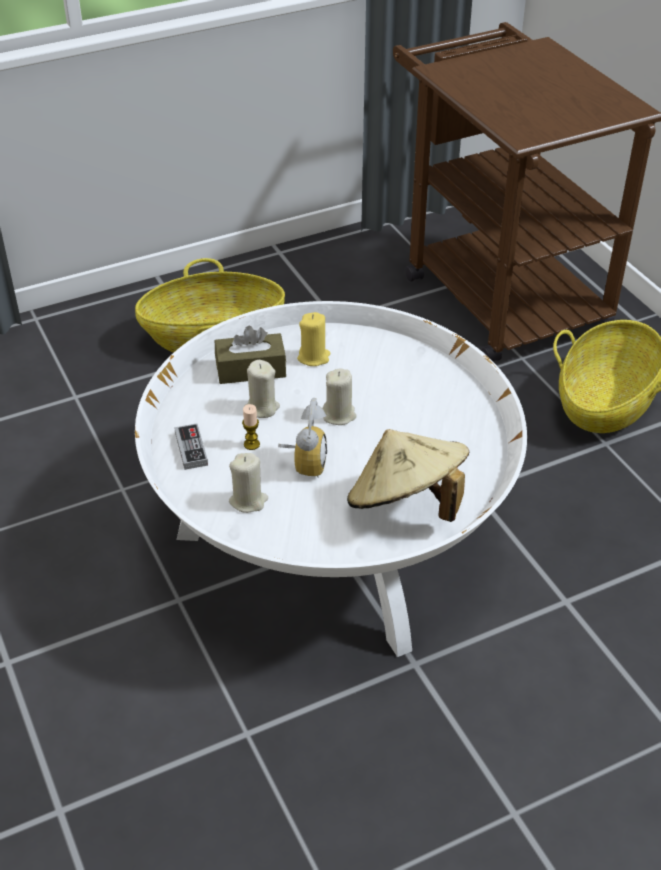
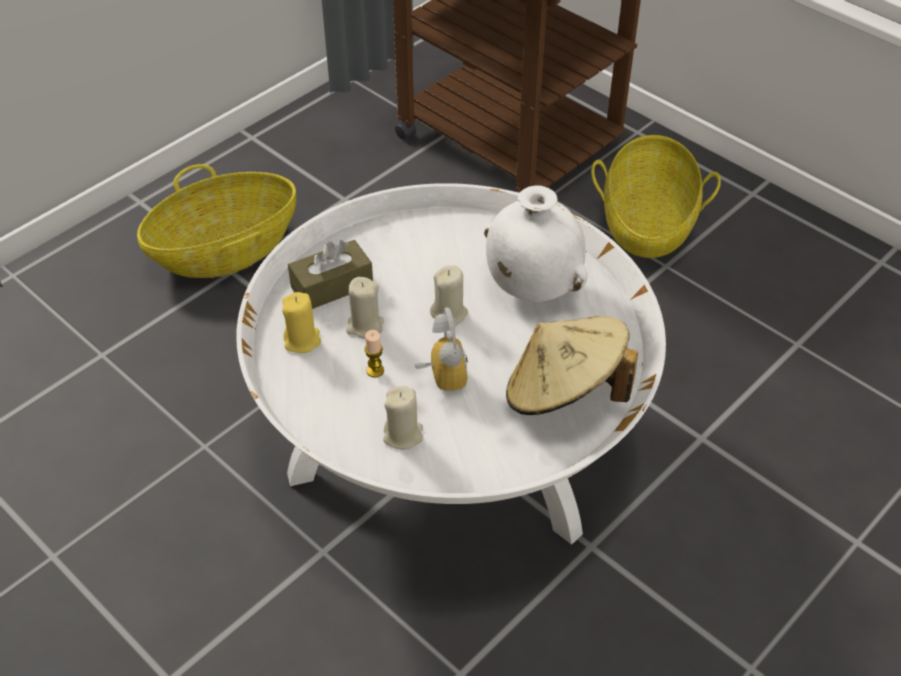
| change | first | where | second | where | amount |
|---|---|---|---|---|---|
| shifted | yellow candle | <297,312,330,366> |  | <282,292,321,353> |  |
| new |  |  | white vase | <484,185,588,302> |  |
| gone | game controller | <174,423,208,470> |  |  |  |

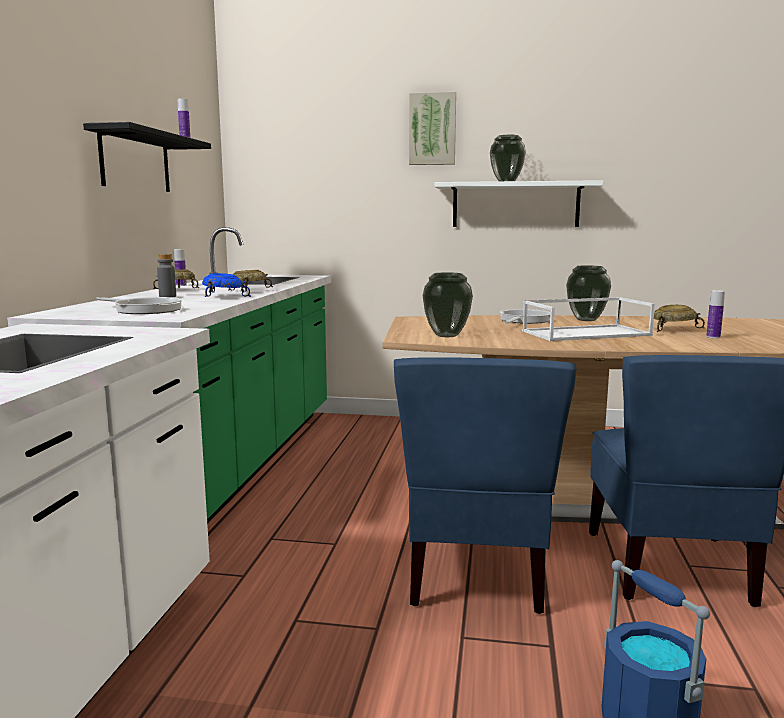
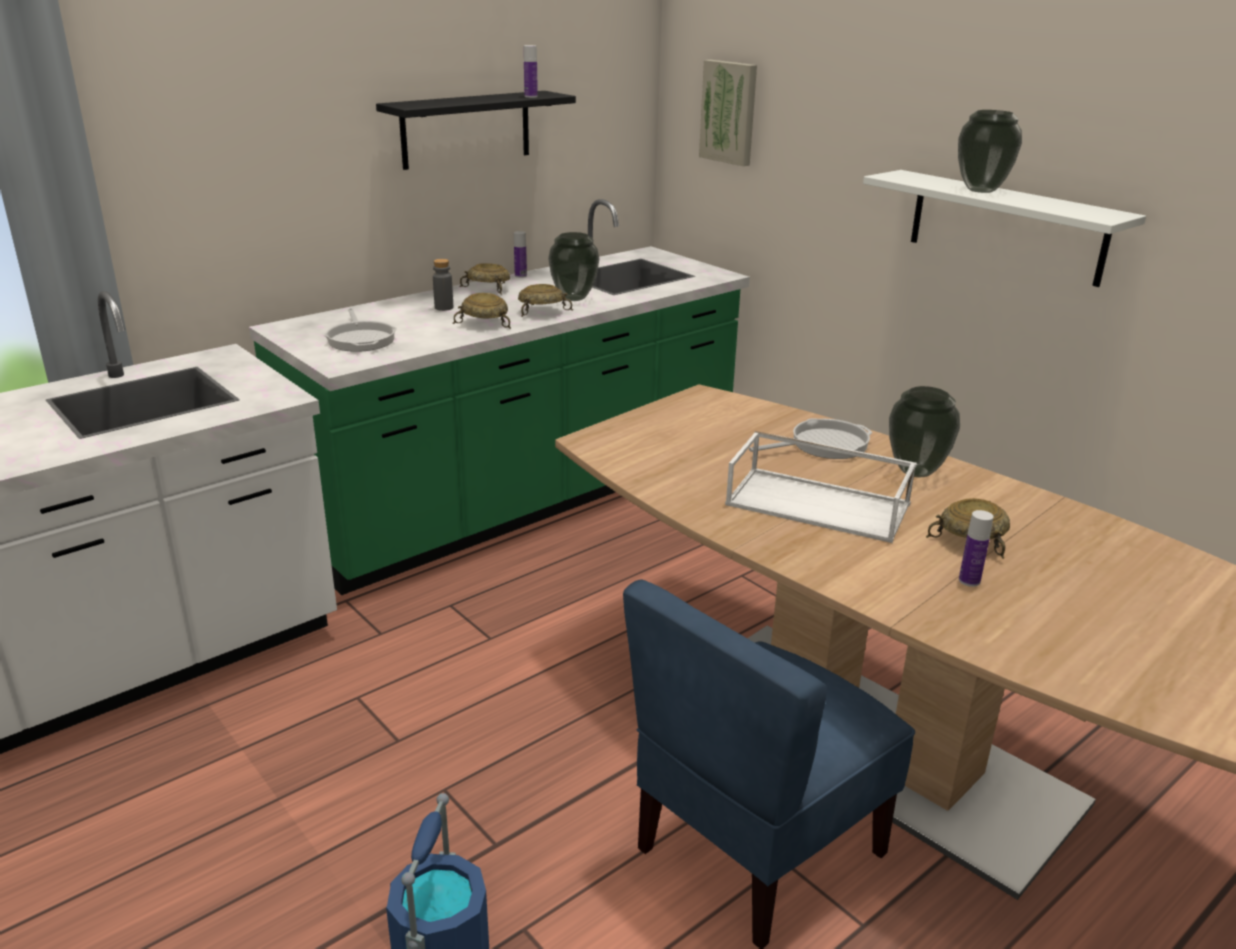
| change | first | where | second | where | amount |
|---|---|---|---|---|---|
| repainted | blue bowl | <202,273,251,297> | beige bowl | <453,293,511,329> |  |
| shifted | vase | <423,273,473,337> |  | <548,232,599,301> |  |
| shifted | picture | <409,92,456,165> |  | <699,60,757,166> |  |
| gone | blue chair | <394,357,577,614> |  |  |  |

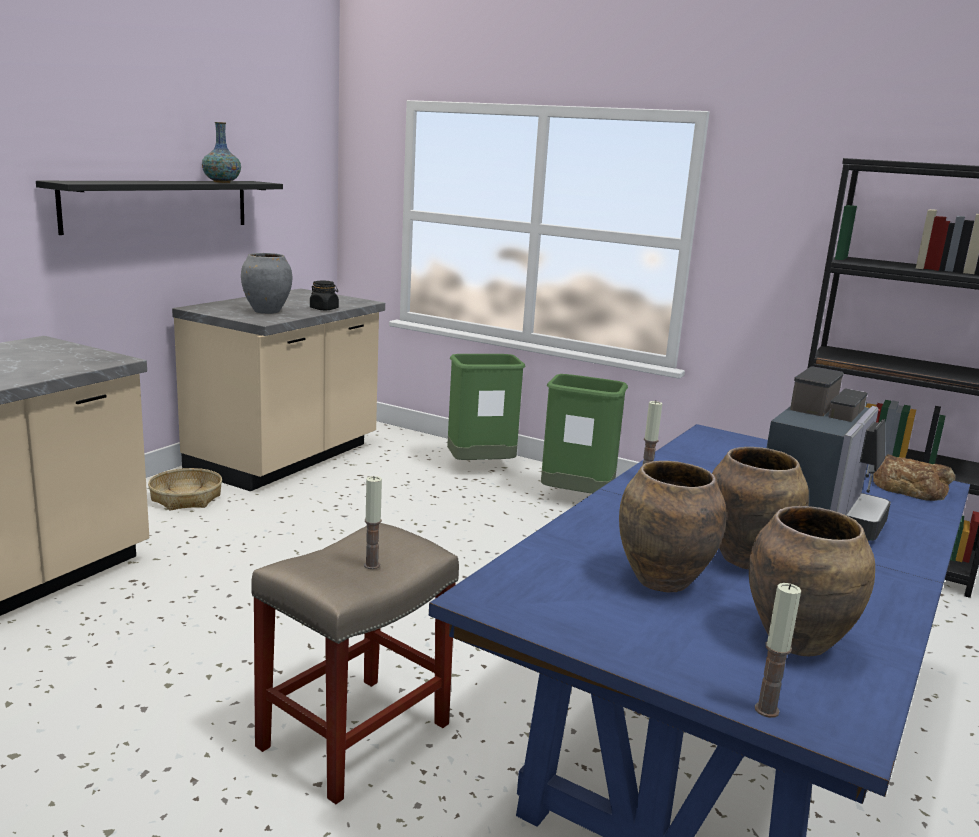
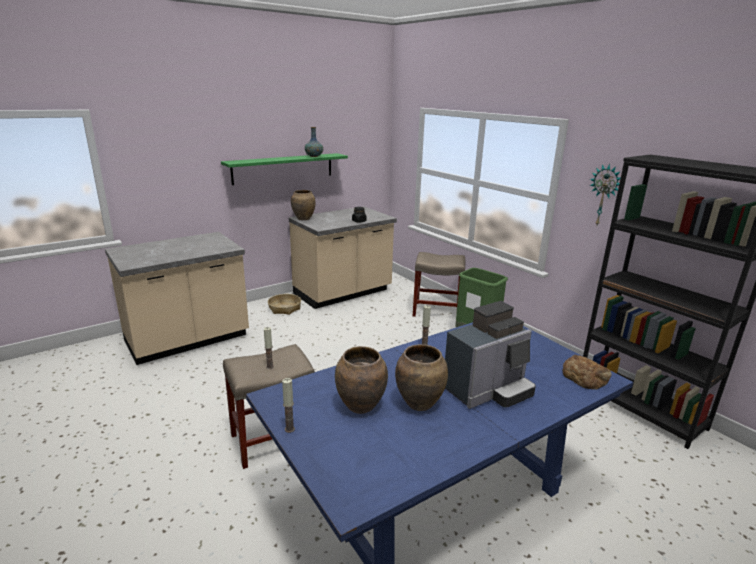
| change | first | where | second | where | amount |
|---|---|---|---|---|---|
| repainted | black shelf | <36,181,283,235> | green shelf | <221,153,348,185> |  |
| shifted | candle | <755,583,801,718> |  | <282,378,295,433> |  |
| shifted | brown vase | <749,506,875,657> |  | <291,190,316,220> |  |
| swapped | green trash can | <447,354,525,460> | beige stool | <413,252,465,317> |  |
| new |  |  | wall clock | <590,164,621,225> |  |
| gone | grey vase | <241,253,292,314> |  |  |  |

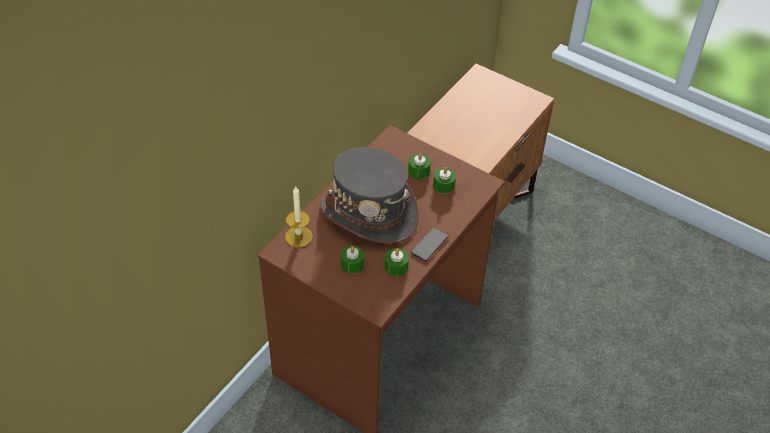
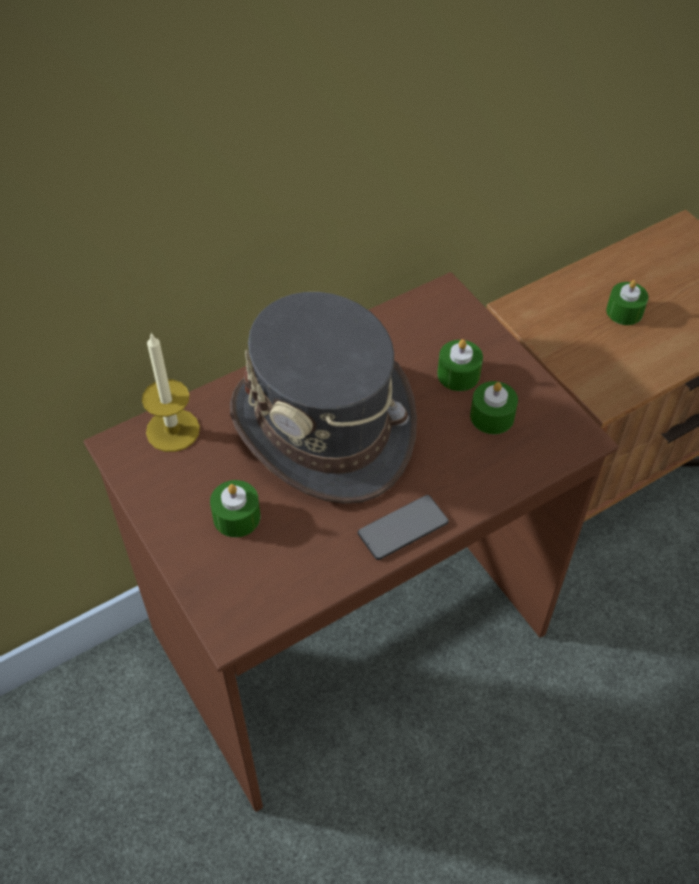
| change | first | where | second | where | amount |
|---|---|---|---|---|---|
| shifted | green candle | <385,248,409,276> |  | <606,280,648,325> |  |

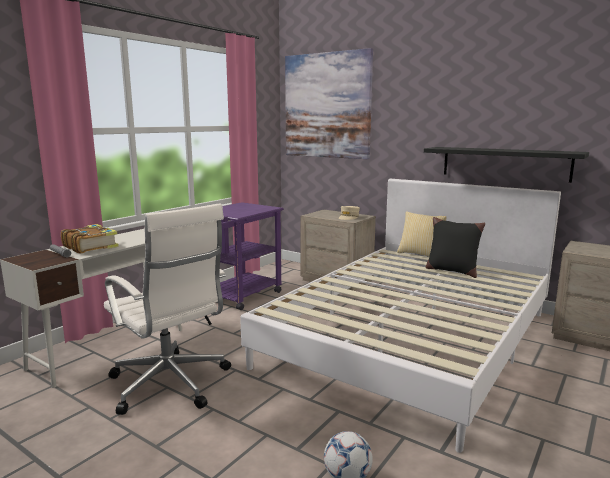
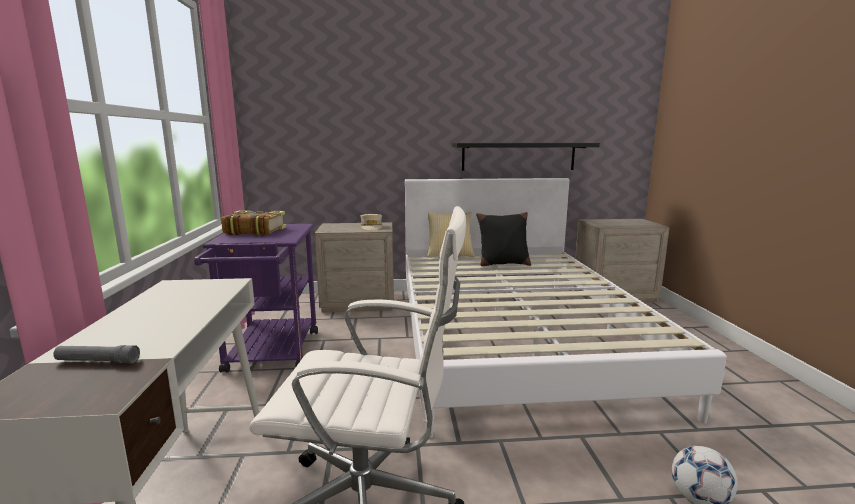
| change | first | where | second | where | amount |
|---|---|---|---|---|---|
| shifted | book | <61,224,119,254> |  | <221,210,286,235> |  |
| gone | picture | <285,48,373,159> |  |  |  |

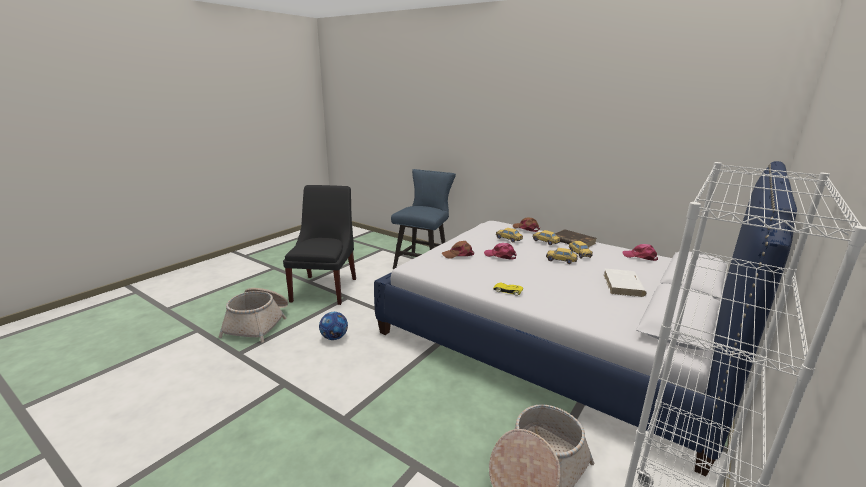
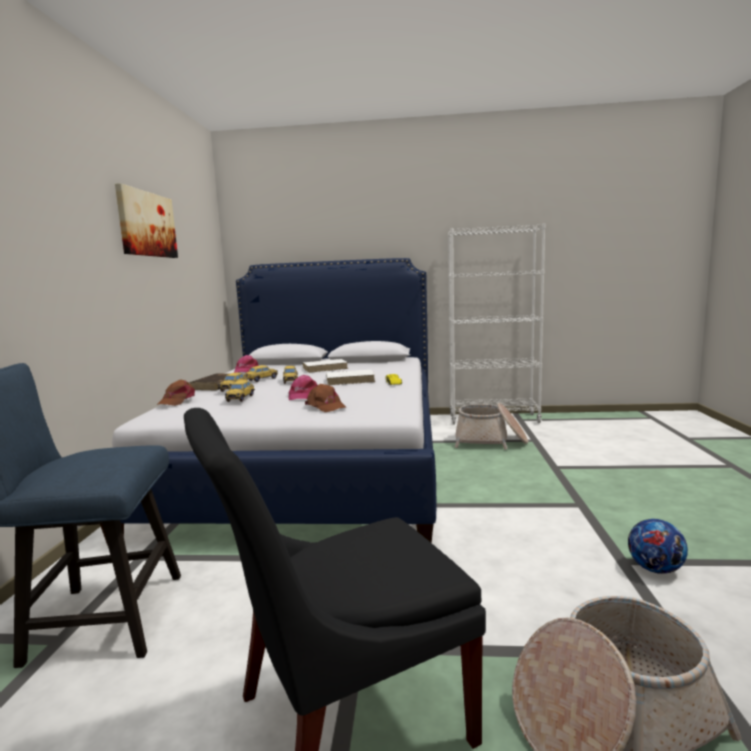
| change | first | where | second | where | amount |
|---|---|---|---|---|---|
| new |  |  | picture | <115,183,178,258> |  |
| new |  |  | white book | <326,370,375,385> |  |
| shifted | football | <319,312,348,340> |  | <628,519,688,574> |  |

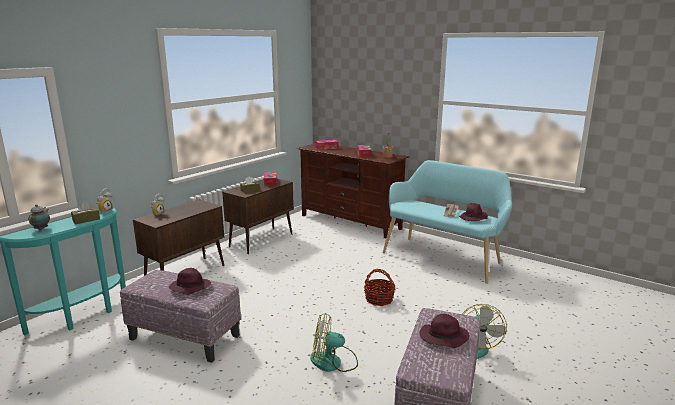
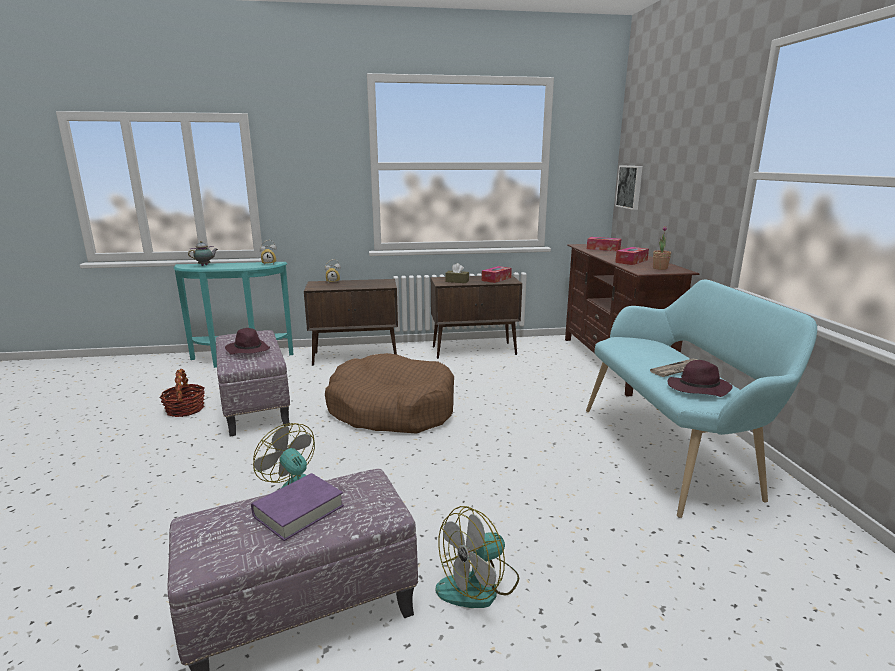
| change | first | where | second | where | amount |
|---|---|---|---|---|---|
| shifted | basket | <364,269,395,306> |  | <159,369,205,417> |  |
| swapped | purple hat | <419,314,470,348> | purple book | <251,473,344,541> |  |
| new |  |  | brown dog bed | <325,353,454,434> |  |
| new |  |  | picture | <615,166,643,210> |  |
| gone | brown tissue box | <71,202,100,224> |  |  |  |

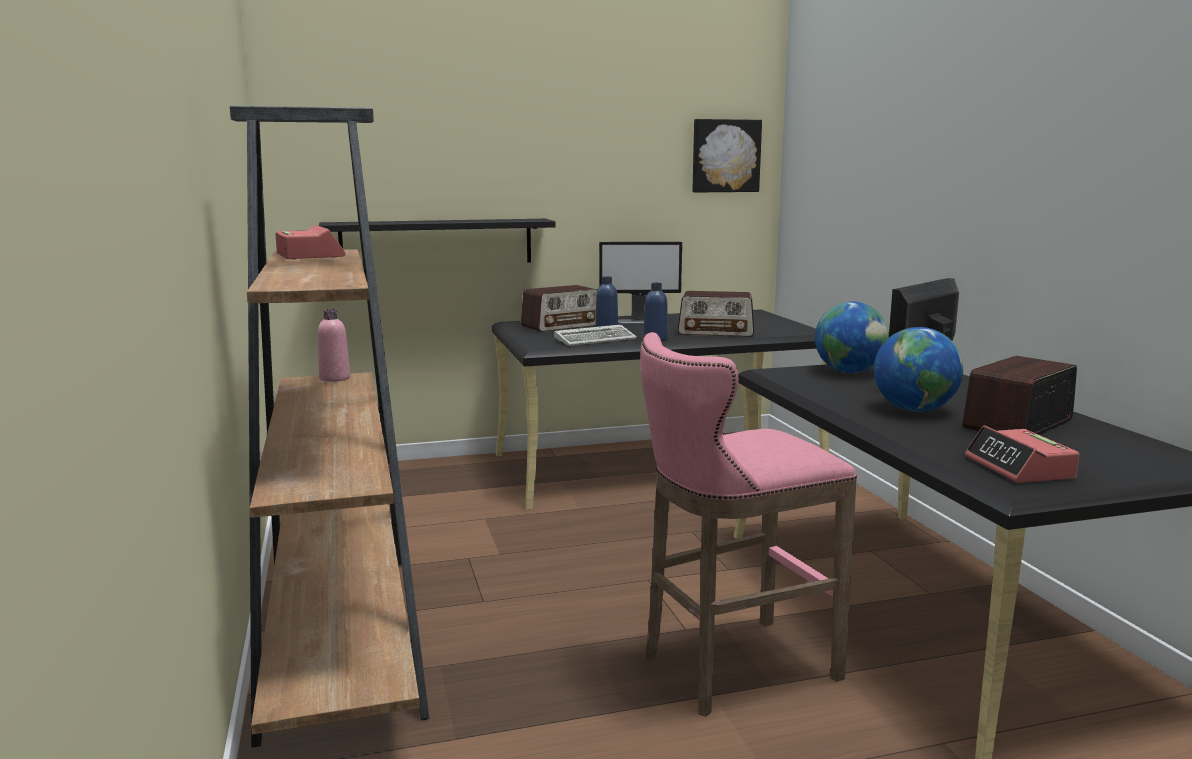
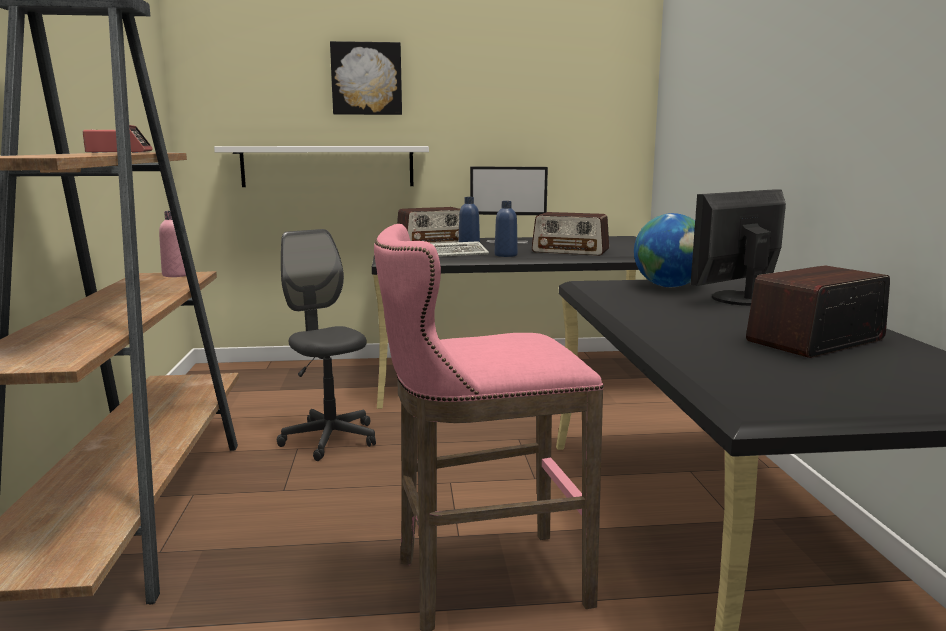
| change | first | where | second | where | amount |
|---|---|---|---|---|---|
| repainted | black shelf | <319,219,556,262> | white shelf | <214,146,429,187> |  |
| new |  |  | grey office chair | <277,229,376,461> |  |
| shifted | picture | <692,119,762,193> |  | <330,41,402,115> |  |
| gone | globe | <874,327,963,412> |  |  |  |
| gone | alarm clock | <965,425,1080,483> |  |  |  |

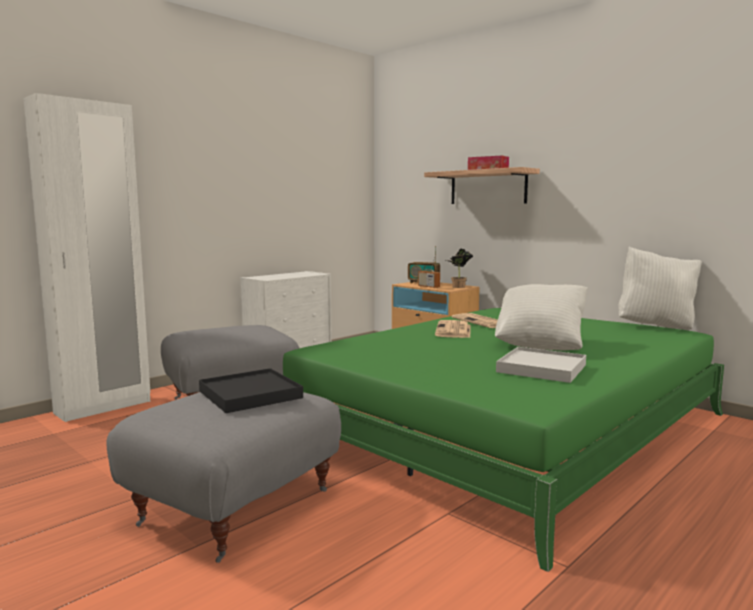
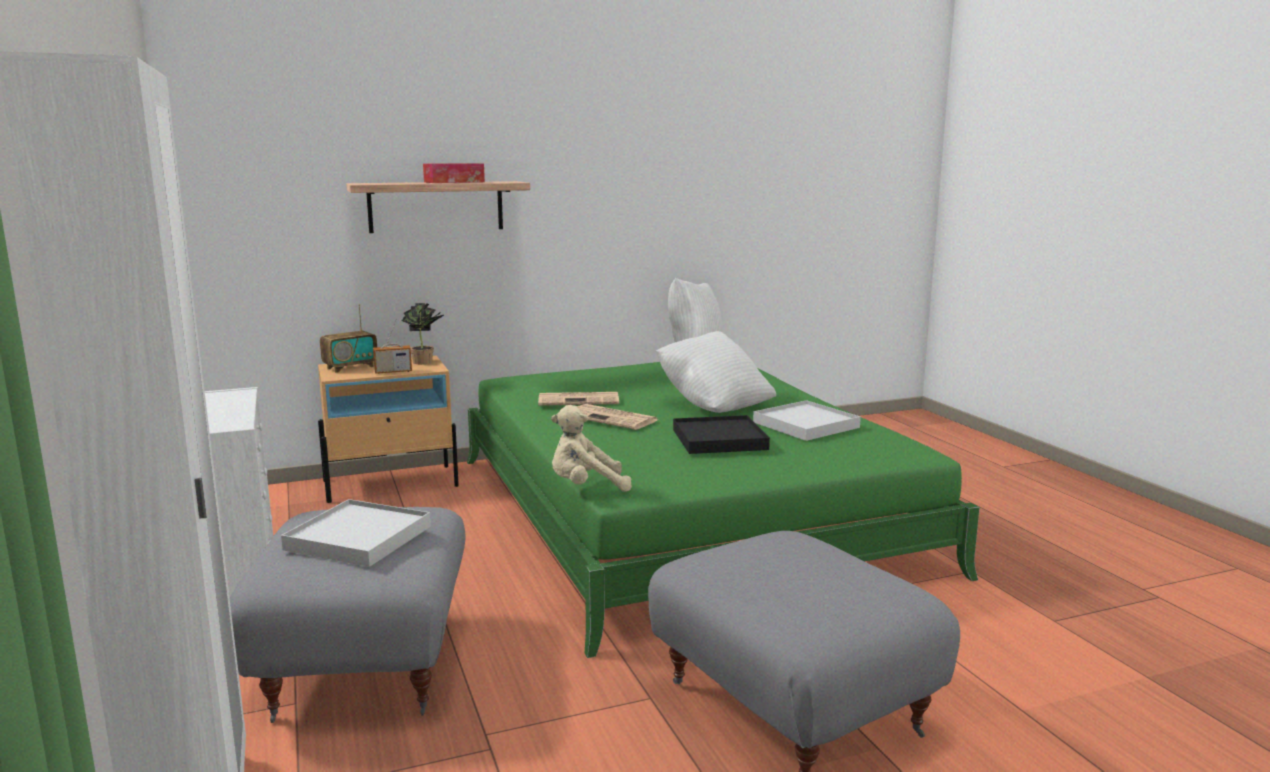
| change | first | where | second | where | amount |
|---|---|---|---|---|---|
| new |  |  | white tray | <281,499,431,567> |  |
| new |  |  | beige plush toy | <551,405,632,492> |  |
| shifted | black tray | <199,368,303,413> |  | <673,415,770,454> |  |

